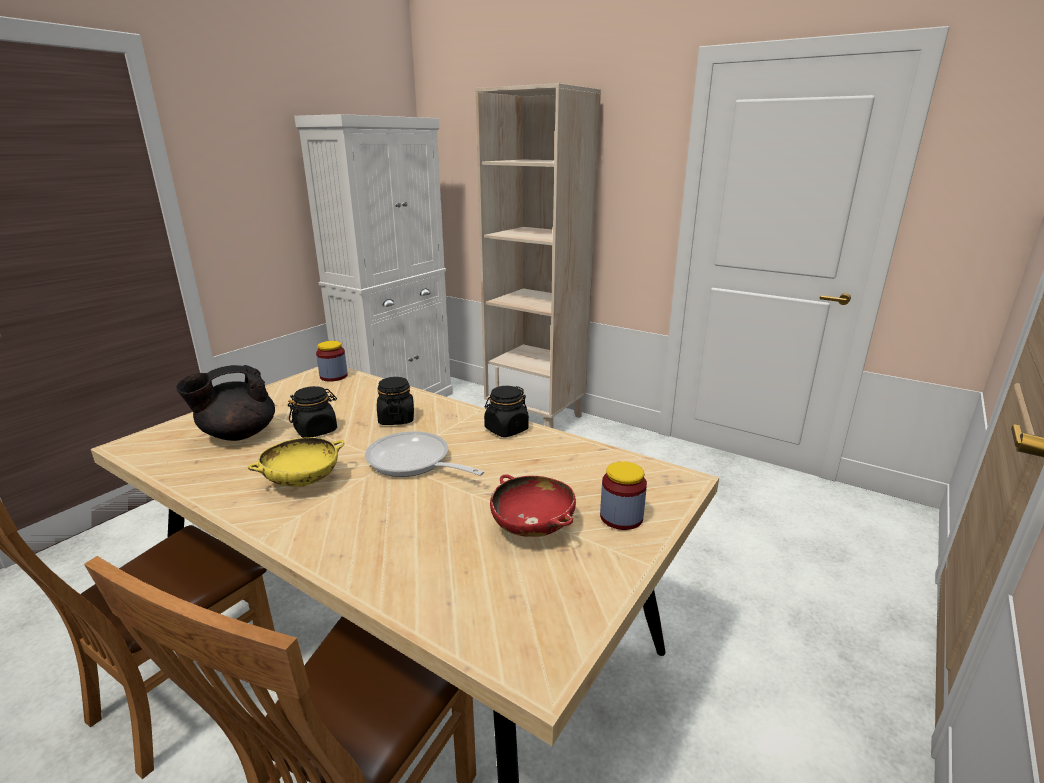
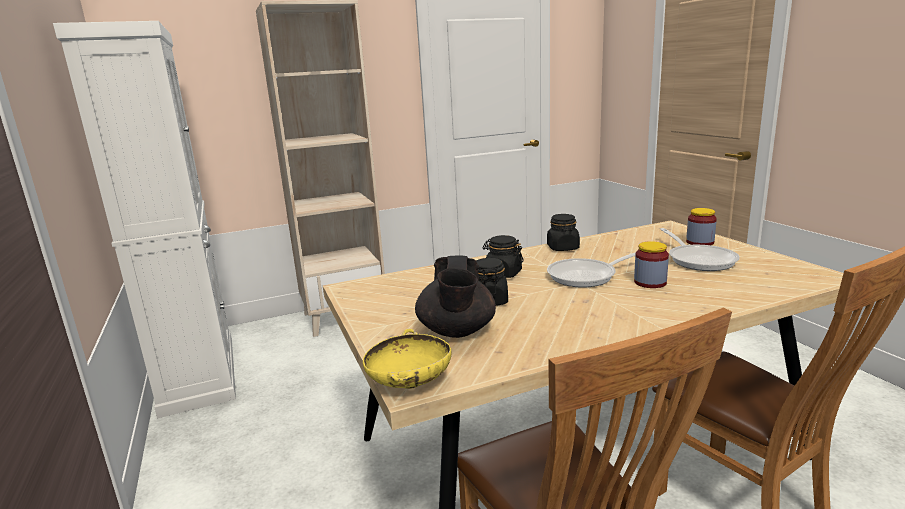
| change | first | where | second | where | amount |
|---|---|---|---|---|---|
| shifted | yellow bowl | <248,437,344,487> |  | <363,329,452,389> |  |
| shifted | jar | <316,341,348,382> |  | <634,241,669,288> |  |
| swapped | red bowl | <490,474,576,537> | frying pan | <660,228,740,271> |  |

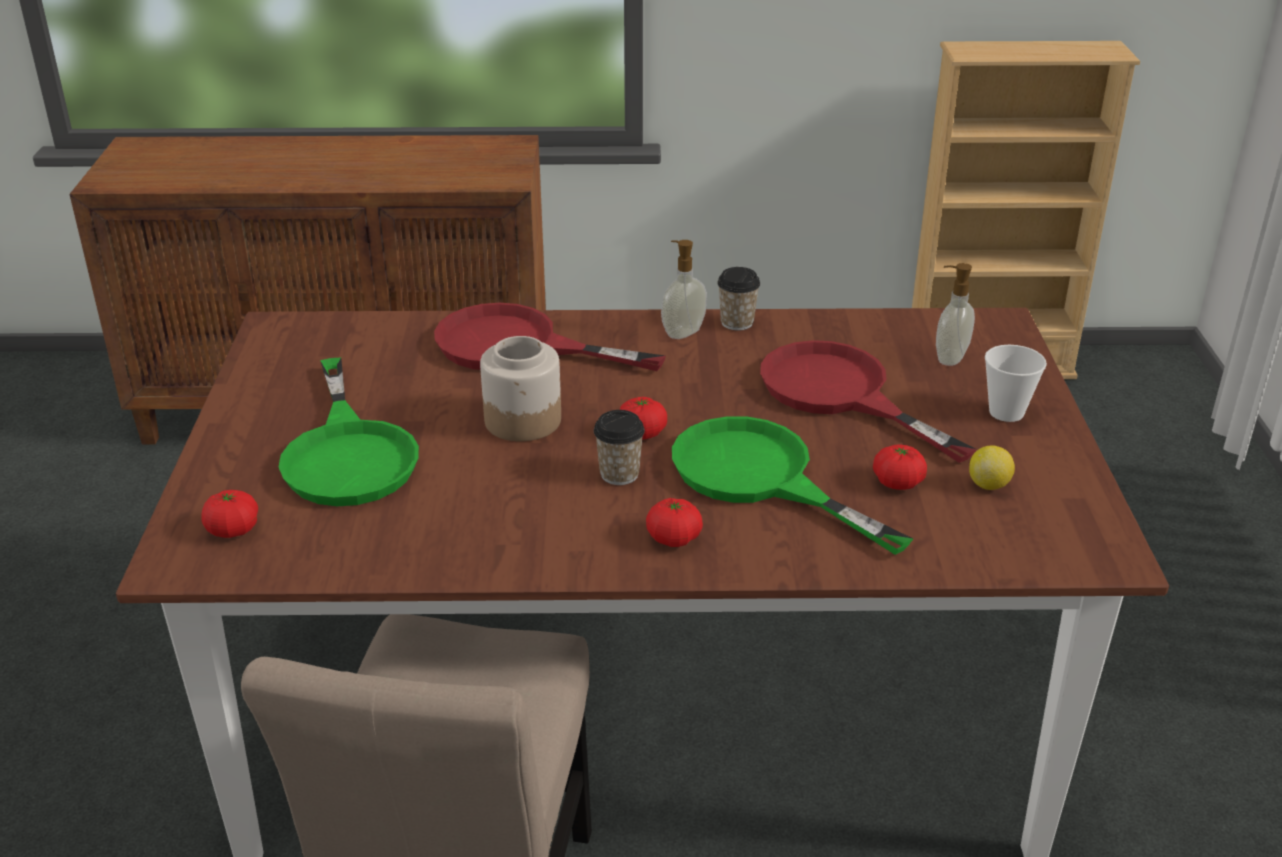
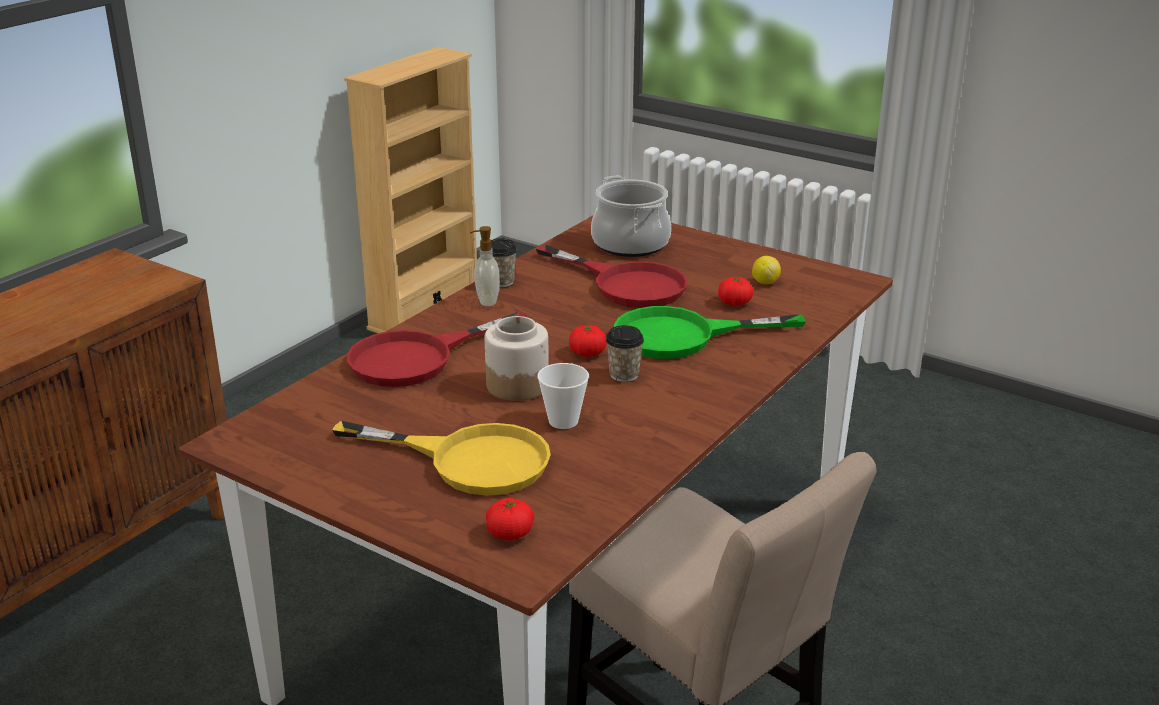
| change | first | where | second | where | amount |
|---|---|---|---|---|---|
| repainted | green frying pan | <279,358,419,506> | yellow frying pan | <332,421,551,496> |  |
| rotated | red frying pan | <760,340,977,463> |  | <536,244,688,308> | 135 degrees counterclockwise |
| shifted | cup | <985,345,1047,422> |  | <537,363,589,429> |  |
| swapped | soap dispenser | <936,263,975,366> | cooking pot | <591,176,671,257> |  |
| gone | tomato | <646,498,703,547> |  |  |  |

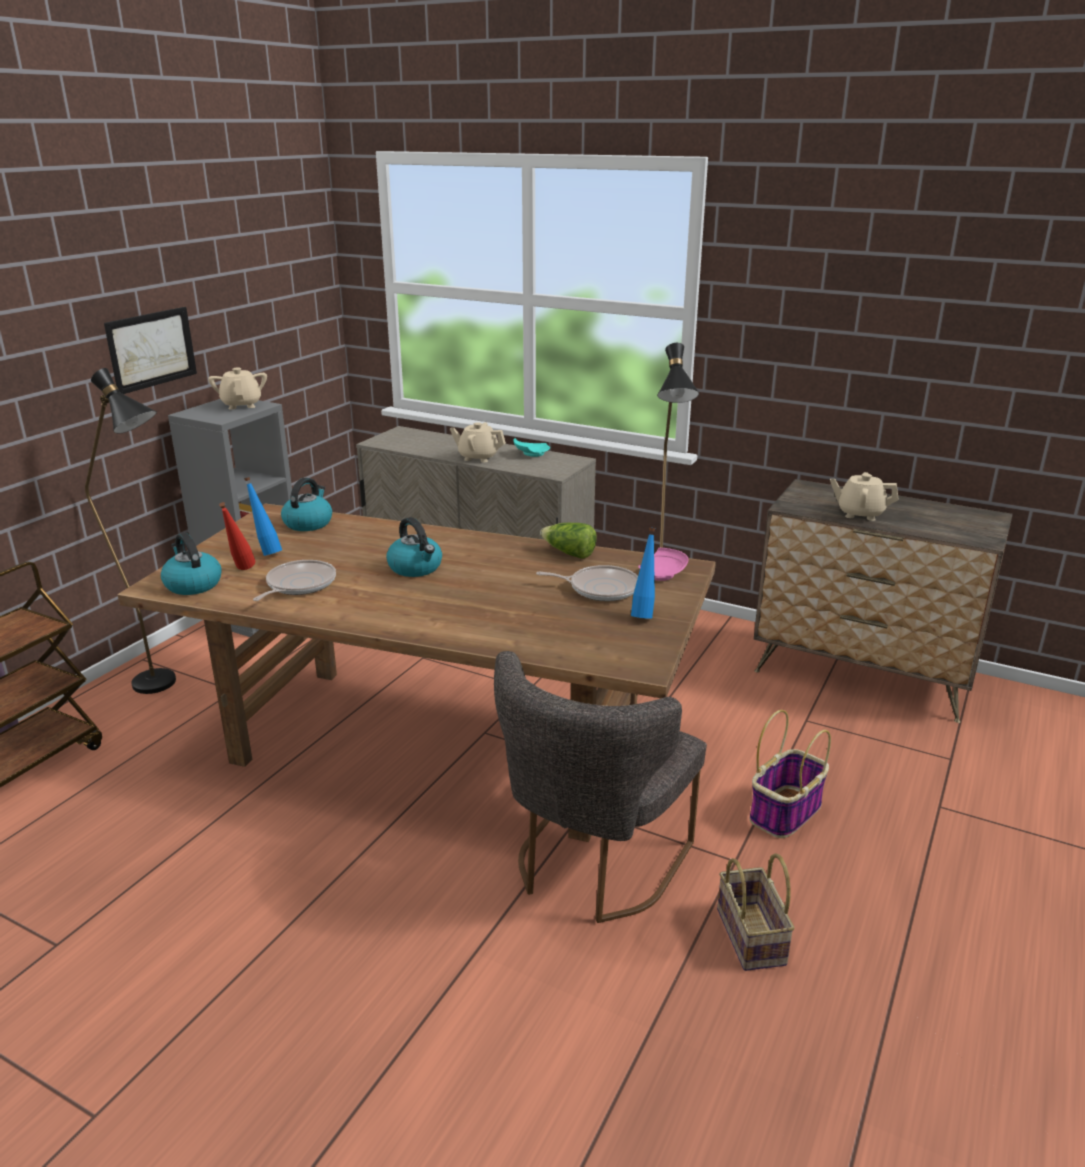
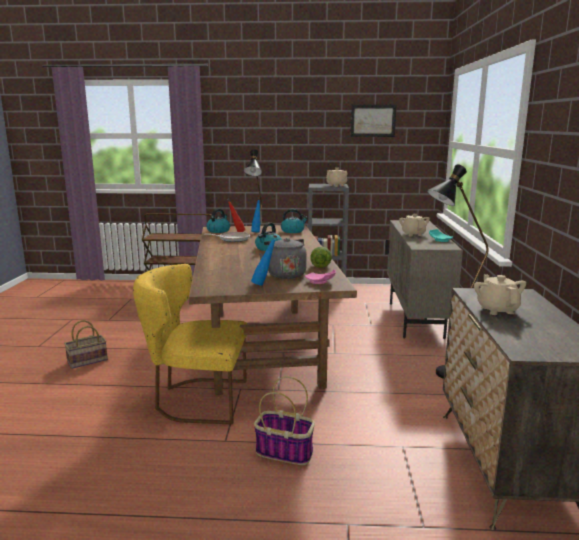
| change | first | where | second | where | amount |
|---|---|---|---|---|---|
| shifted | basket | <717,853,795,971> |  | <64,320,108,369> |  |
| repainted | grey chair | <494,651,707,923> | yellow chair | <133,264,247,425> |  |
| swapped | frying pan | <536,565,638,601> | grey kettle | <259,238,307,279> |  |
| shifted | picture | <104,307,197,394> |  | <351,105,397,137> |  |

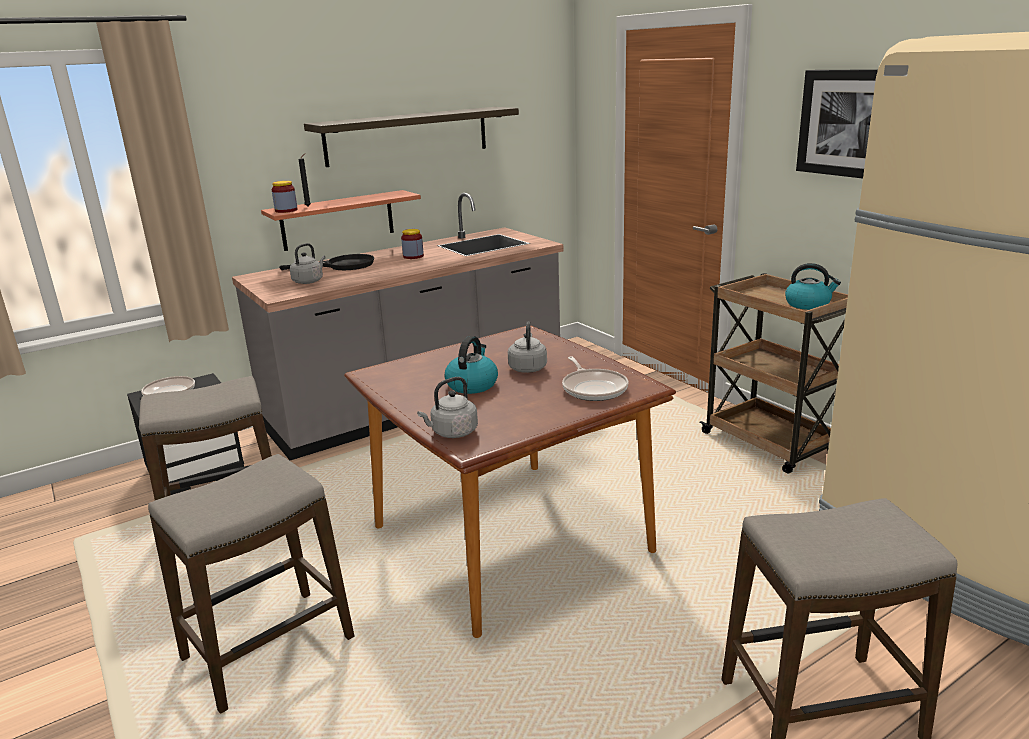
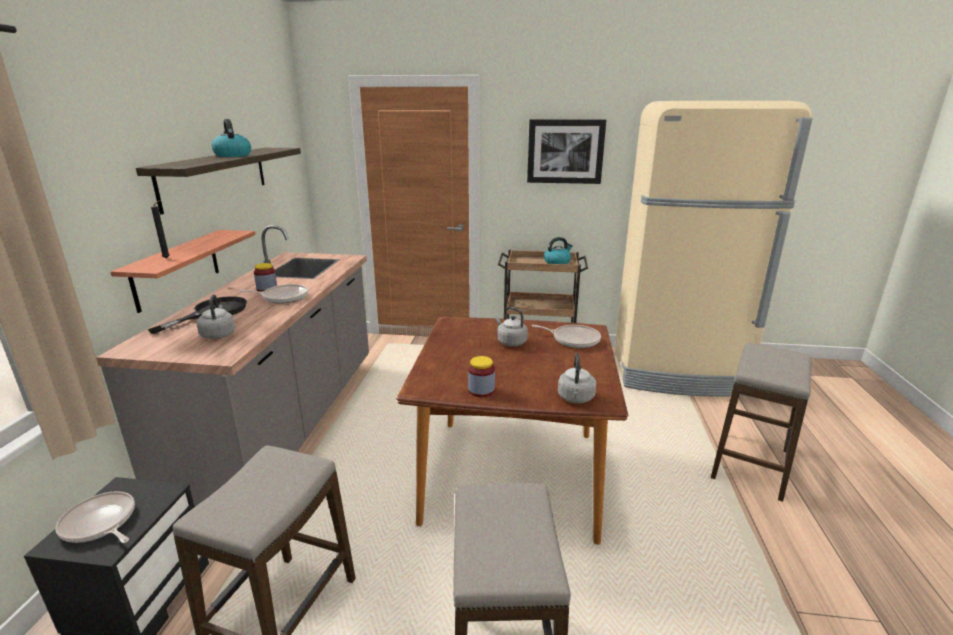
| change | first | where | second | where | amount |
|---|---|---|---|---|---|
| shifted | kettle | <445,336,498,394> |  | <211,119,251,157> |  |
| new |  |  | frying pan | <239,284,308,304> |  |
| shifted | jar | <272,181,298,213> |  | <468,356,495,397> |  |

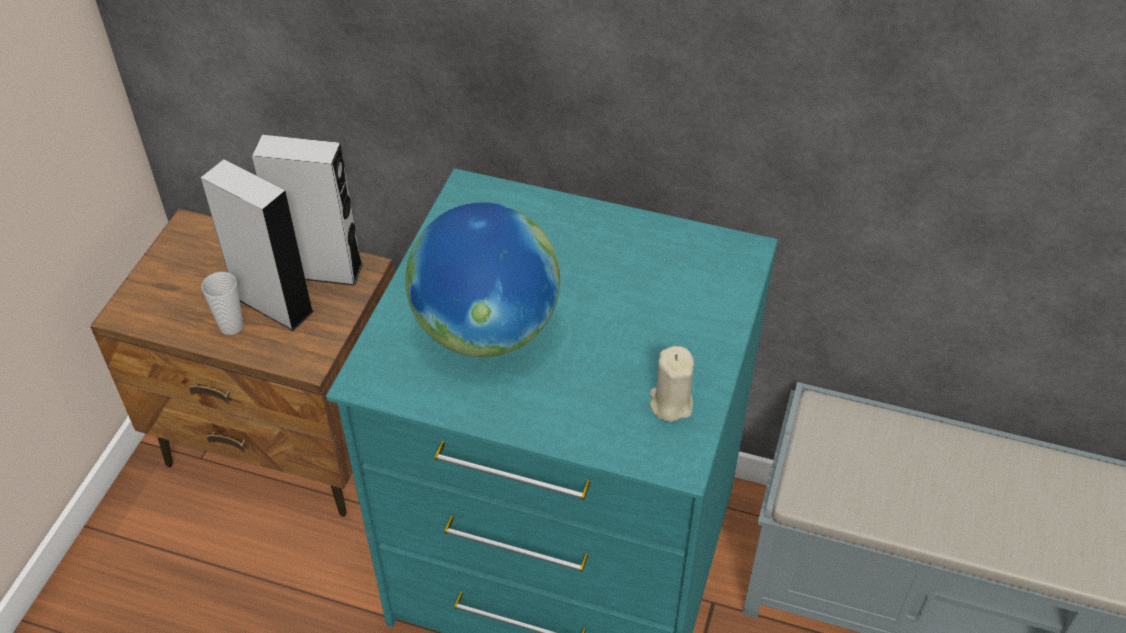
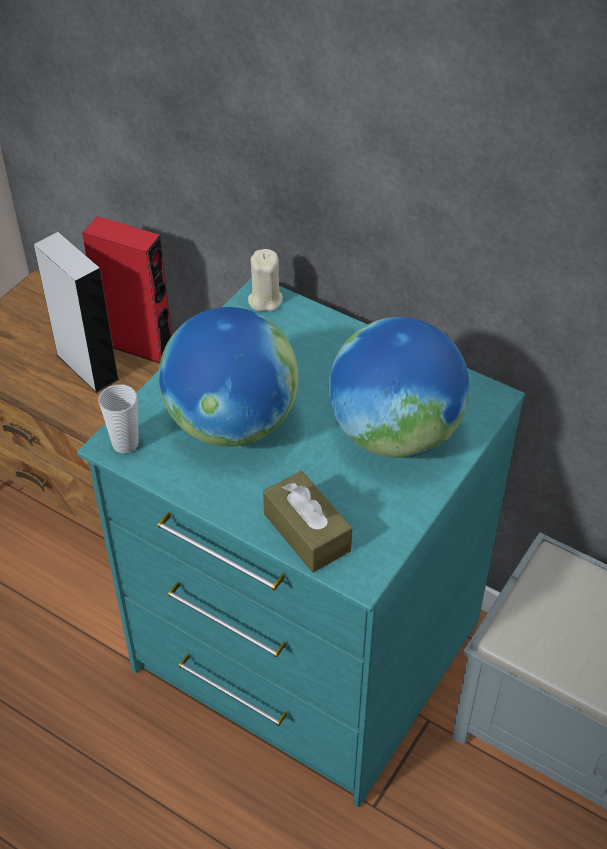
| change | first | where | second | where | amount |
|---|---|---|---|---|---|
| repainted | grey speaker | <252,135,363,286> | red speaker | <82,216,172,364> |  |
| shifted | cup | <201,272,243,335> |  | <98,384,139,453> |  |
| shifted | beige candle | <650,346,694,422> |  | <248,249,283,311> |  |
| new |  |  | brown tissue box | <263,471,352,573> |  |
| new |  |  | globe | <329,317,470,458> |  |

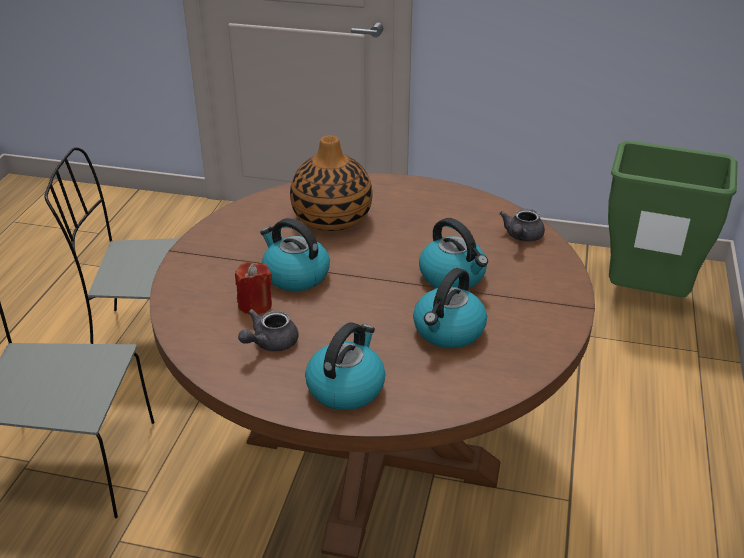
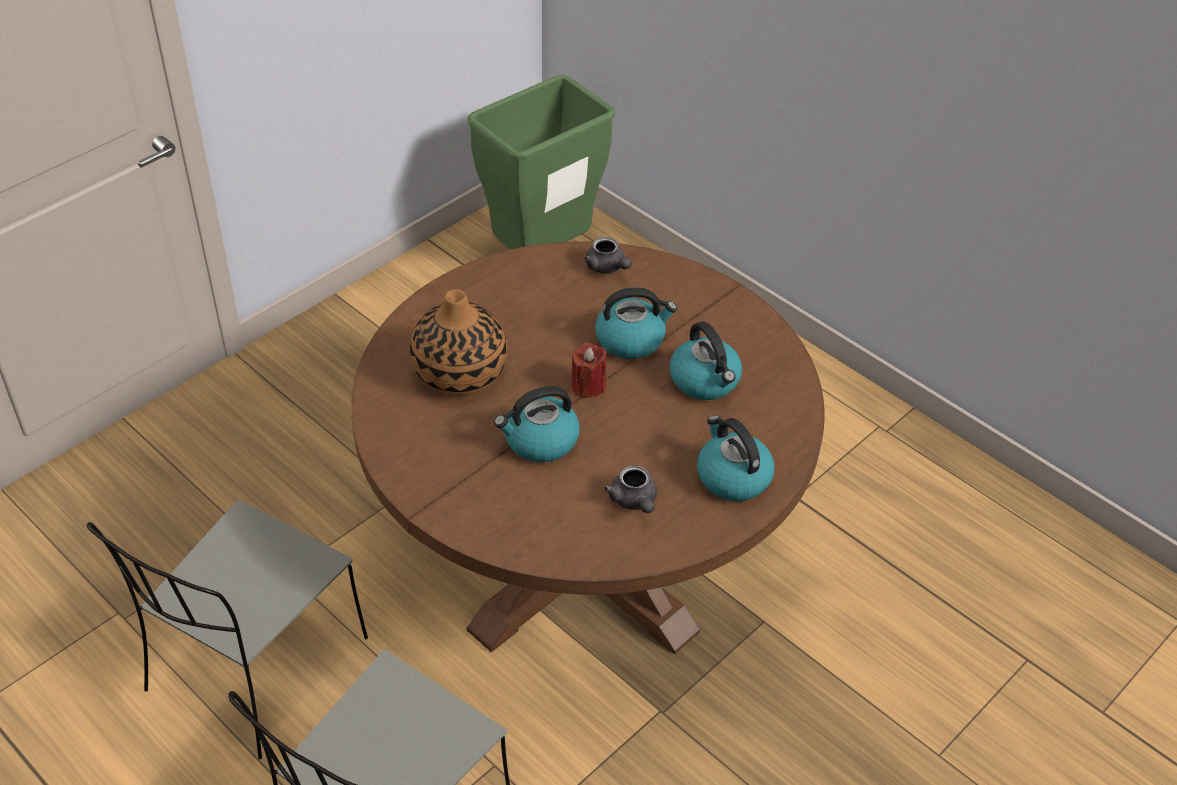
| change | first | where | second | where | amount |
|---|---|---|---|---|---|
| shifted | red candle | <235,262,272,314> |  | <571,343,607,398> |  |

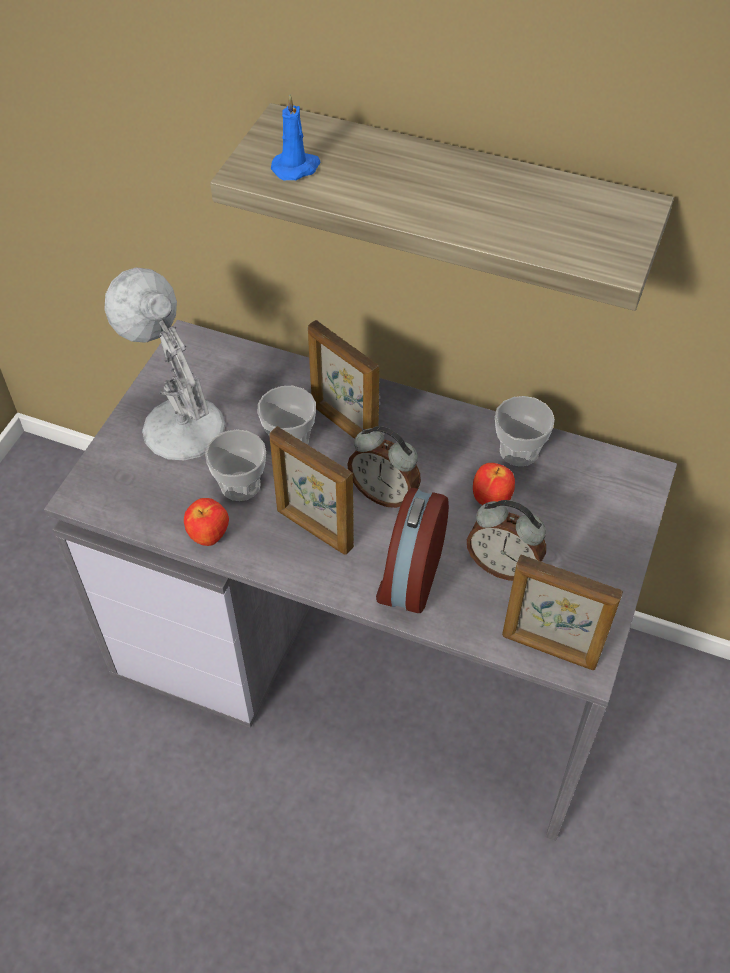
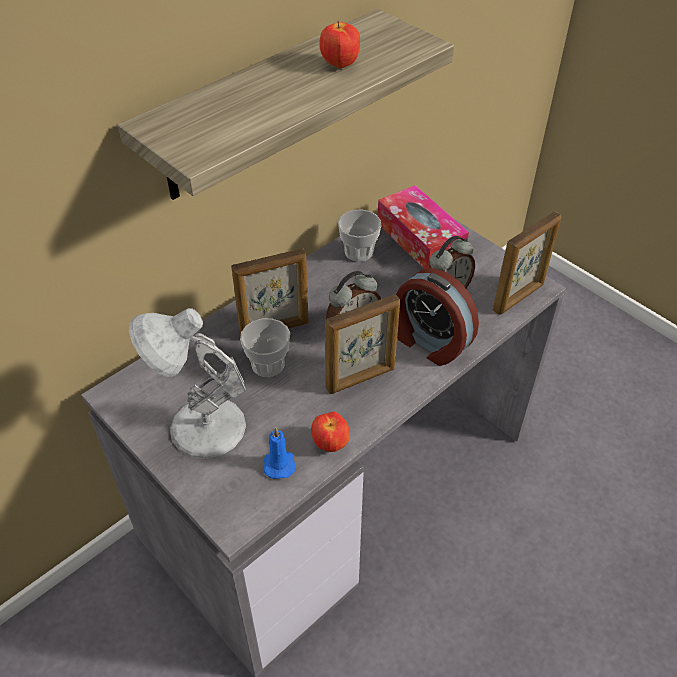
| change | first | where | second | where | amount |
|---|---|---|---|---|---|
| shifted | blue candle | <271,94,320,180> |  | <263,427,296,479> |  |
| shifted | apple | <473,463,515,505> |  | <319,21,360,69> |  |
| new |  |  | tissue box | <378,185,469,269> |  |
| gone | cup | <205,429,266,501> |  |  |  |

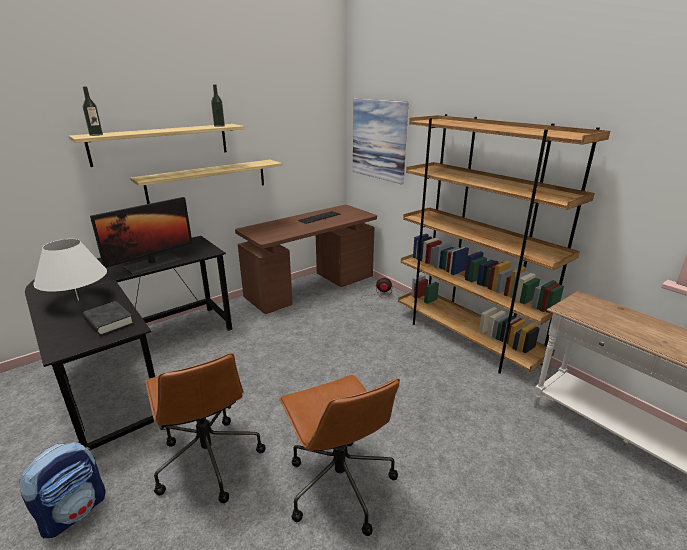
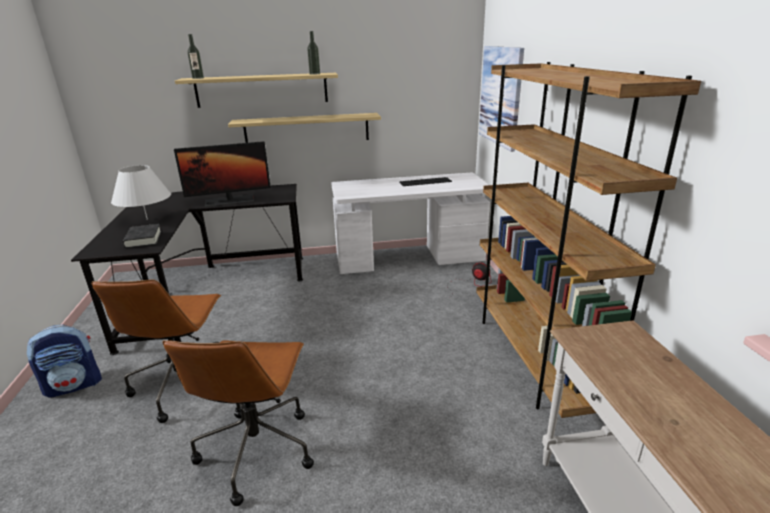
| change | first | where | second | where | amount |
|---|---|---|---|---|---|
| repainted | brown desk | <235,205,377,314> | white desk | <331,173,490,274> |  |

